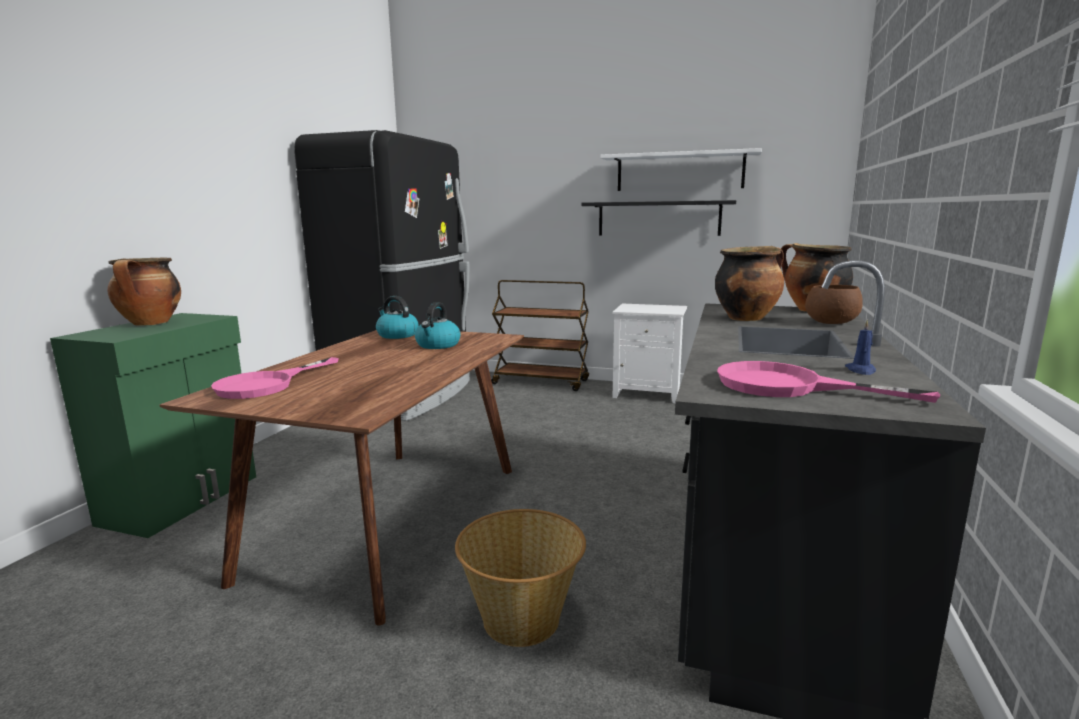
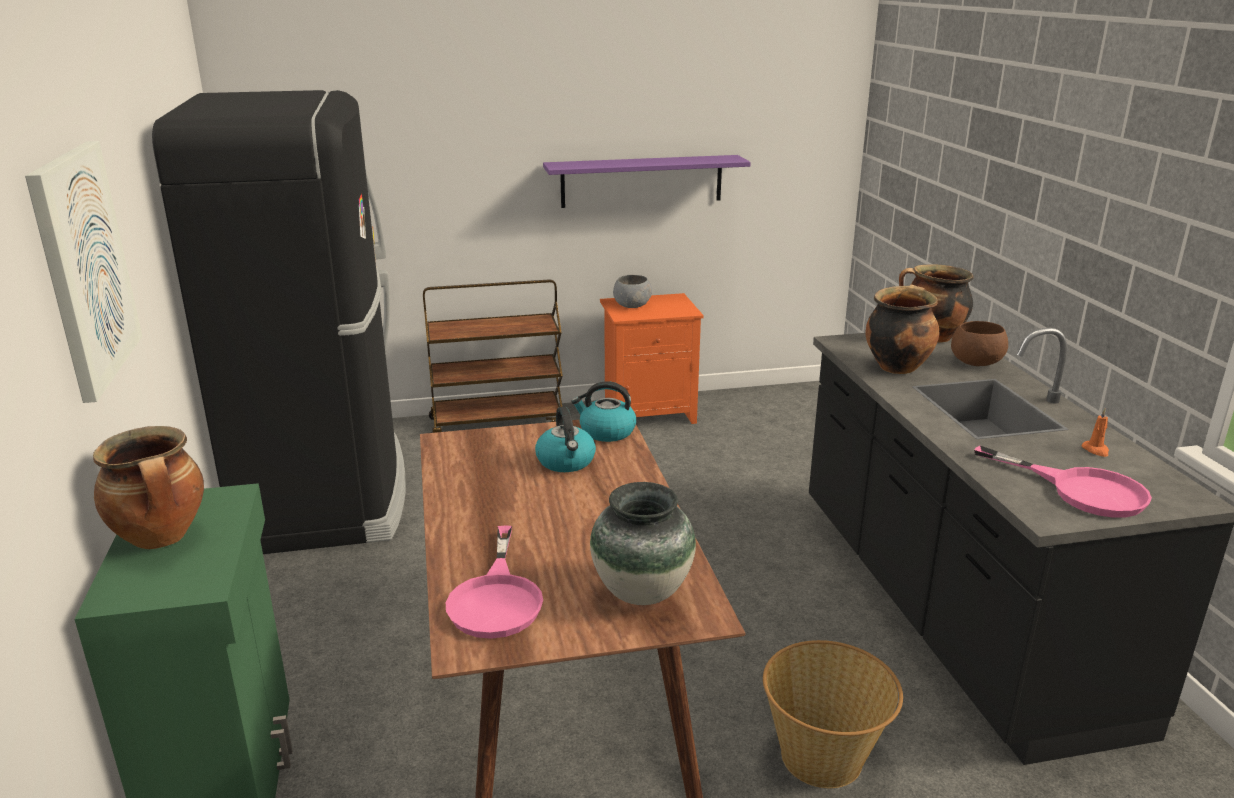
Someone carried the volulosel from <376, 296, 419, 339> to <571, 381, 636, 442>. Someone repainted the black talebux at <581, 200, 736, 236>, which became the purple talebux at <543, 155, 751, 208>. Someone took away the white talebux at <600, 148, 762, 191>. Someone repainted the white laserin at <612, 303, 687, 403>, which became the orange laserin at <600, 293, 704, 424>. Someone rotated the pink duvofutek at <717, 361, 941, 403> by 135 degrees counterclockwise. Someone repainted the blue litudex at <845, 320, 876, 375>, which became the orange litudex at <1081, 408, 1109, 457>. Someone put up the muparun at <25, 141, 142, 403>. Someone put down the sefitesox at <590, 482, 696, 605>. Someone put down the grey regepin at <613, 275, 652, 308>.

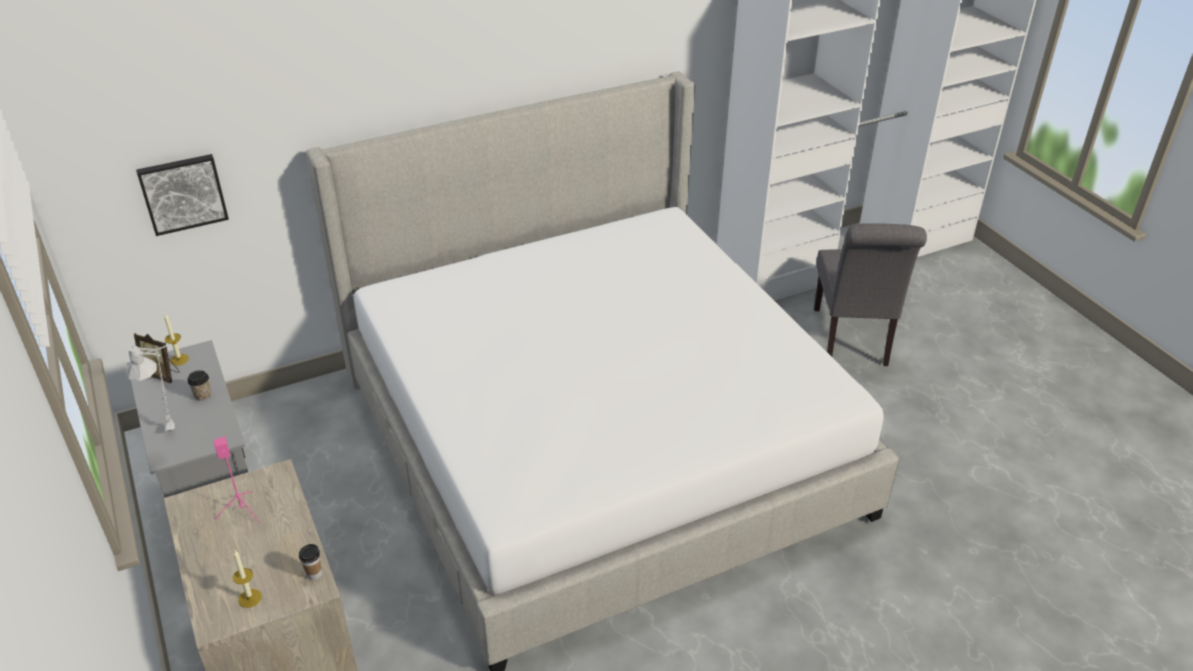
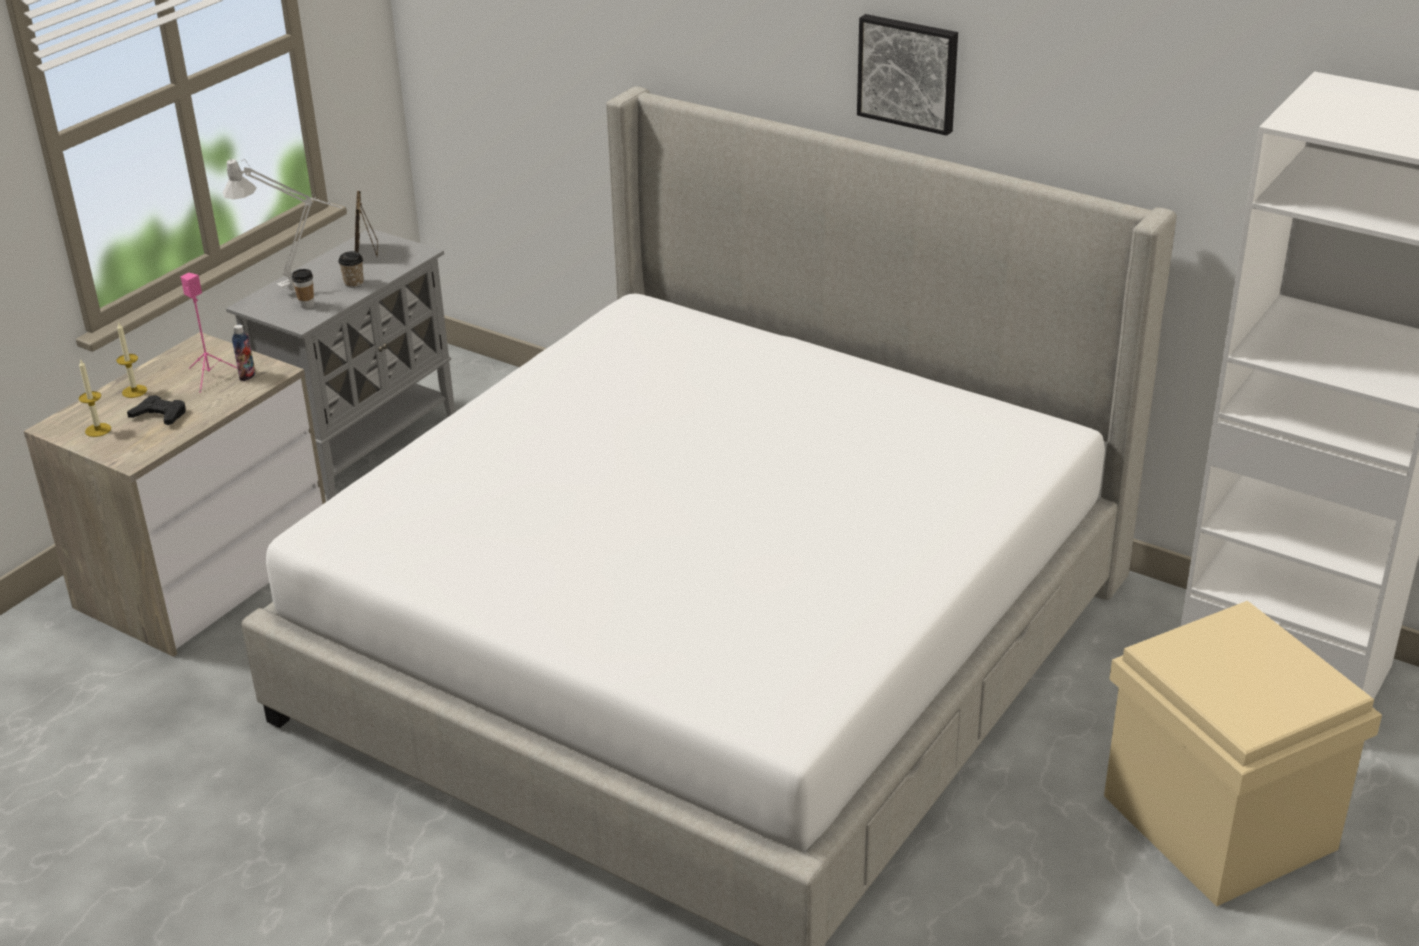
Someone carried the muparun from <136, 154, 229, 236> to <857, 14, 958, 136>. Someone carried the litudex from <164, 314, 189, 366> to <116, 323, 147, 398>. Someone carried the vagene from <299, 544, 322, 580> to <292, 269, 314, 309>. Someone swapped the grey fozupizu at <814, 223, 927, 366> for the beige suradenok at <1104, 601, 1382, 907>. Someone put down the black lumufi at <127, 395, 185, 425>. Someone put down the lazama at <232, 325, 255, 381>.

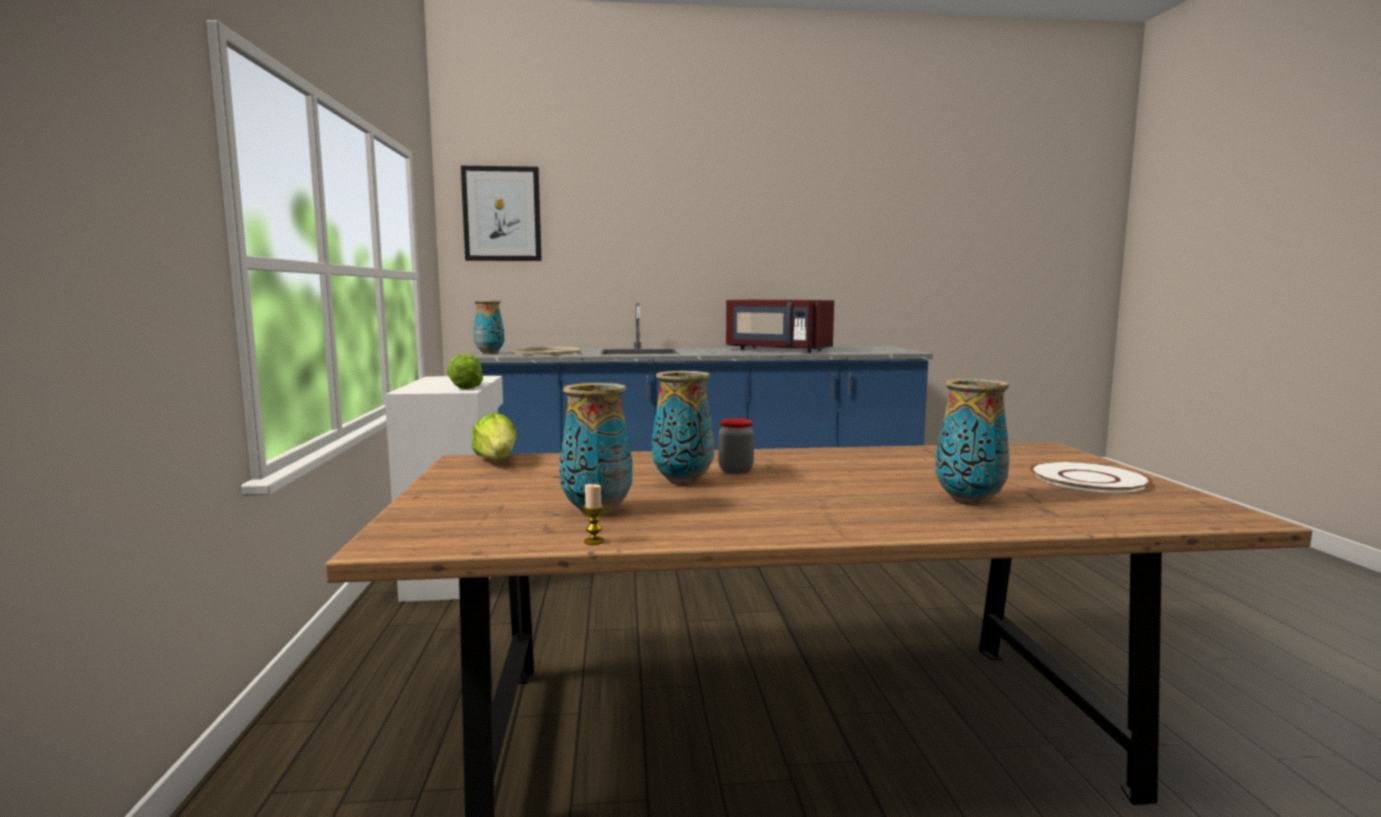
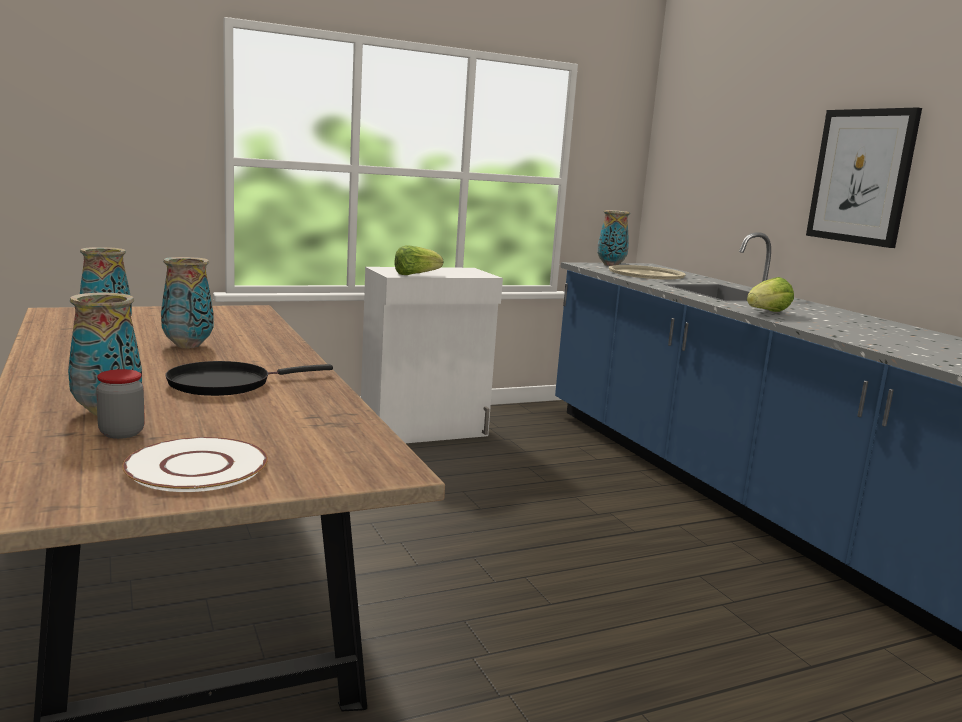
Someone carried the muparun from <461, 166, 542, 261> to <806, 108, 922, 248>. Someone carried the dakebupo from <472, 413, 517, 460> to <747, 277, 794, 312>. Someone took away the litudex at <583, 484, 604, 545>. Someone carried the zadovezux from <718, 418, 754, 474> to <96, 369, 145, 439>. Someone took away the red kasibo at <726, 300, 834, 353>. Someone put down the black duvofutek at <165, 361, 333, 396>.

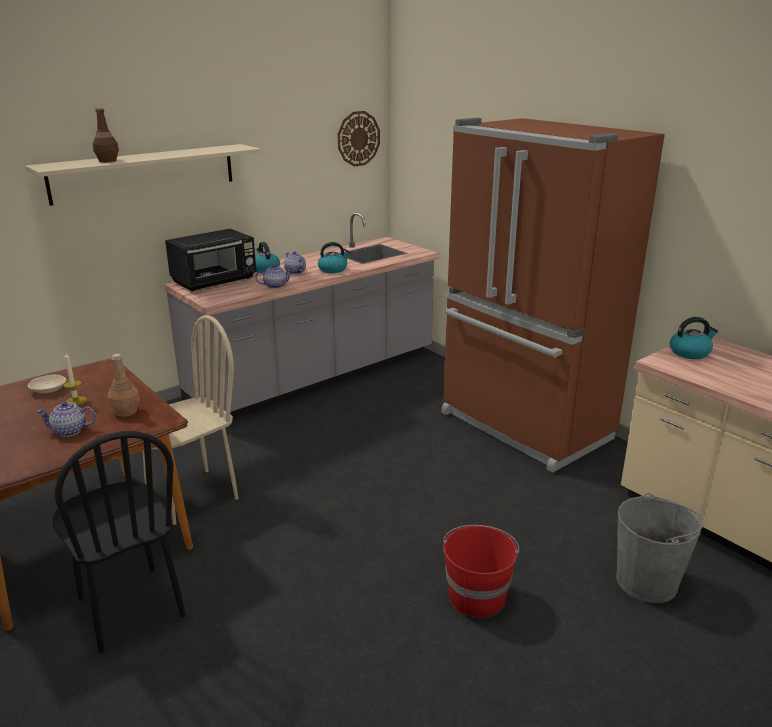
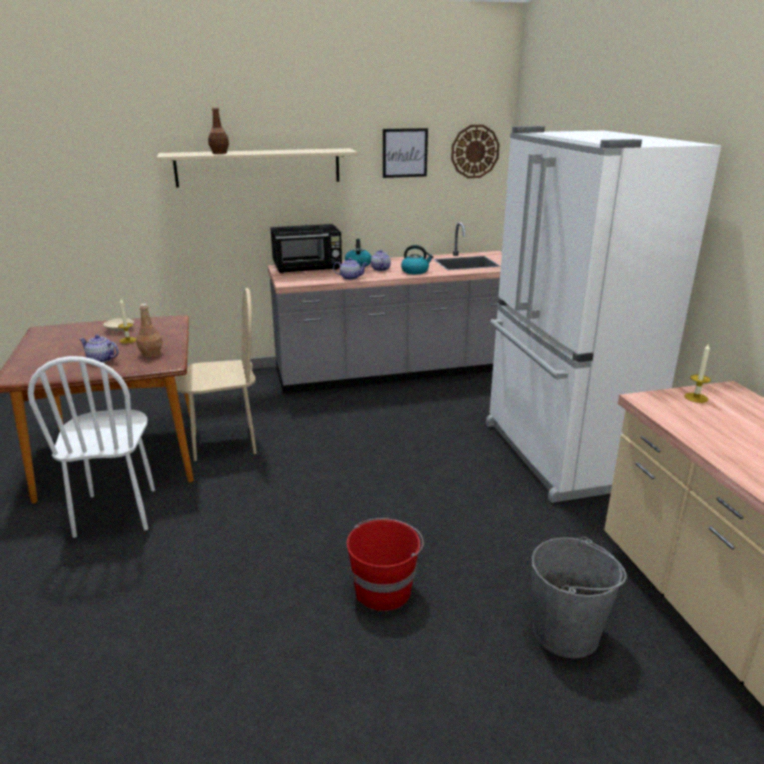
Someone repainted the black fozupizu at <52, 431, 186, 653>, which became the white fozupizu at <28, 356, 155, 538>. Someone repainted the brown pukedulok at <441, 118, 665, 473>, which became the white pukedulok at <486, 126, 721, 503>. Someone swapped the volulosel at <670, 317, 718, 359> for the litudex at <684, 343, 711, 403>. Someone put up the muparun at <383, 128, 428, 178>.

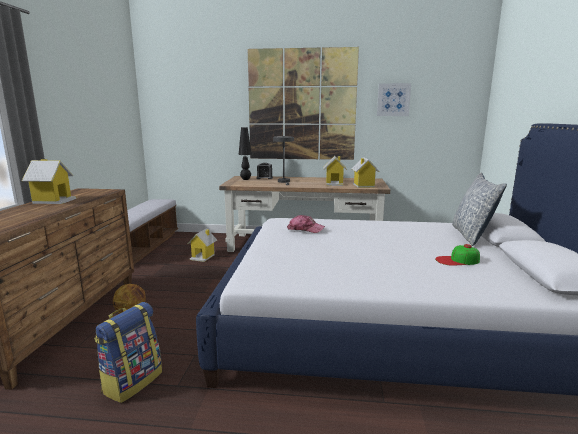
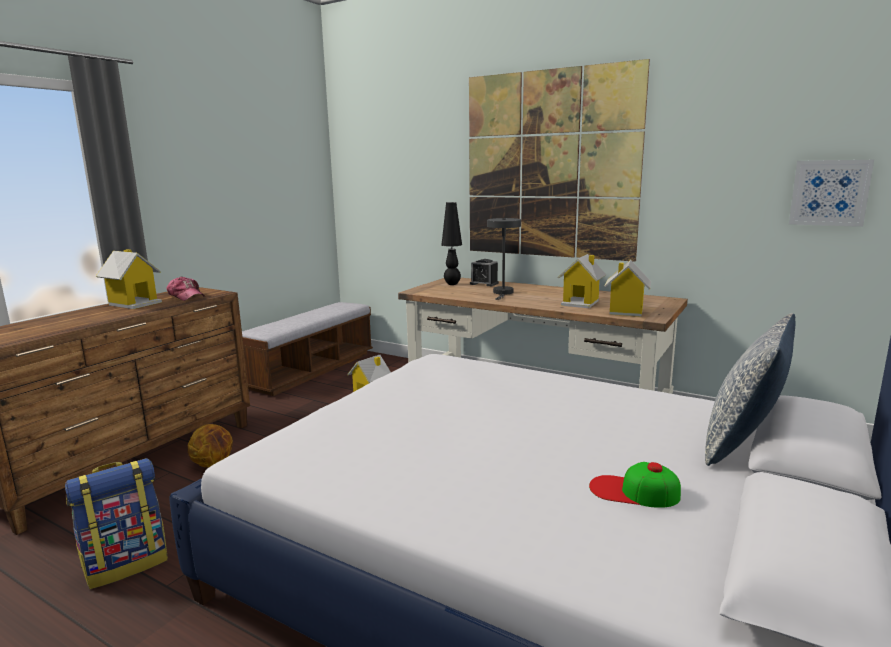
Someone carried the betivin from <287, 215, 325, 233> to <167, 276, 205, 301>. Someone carried the muparun from <377, 83, 411, 116> to <789, 160, 874, 227>.

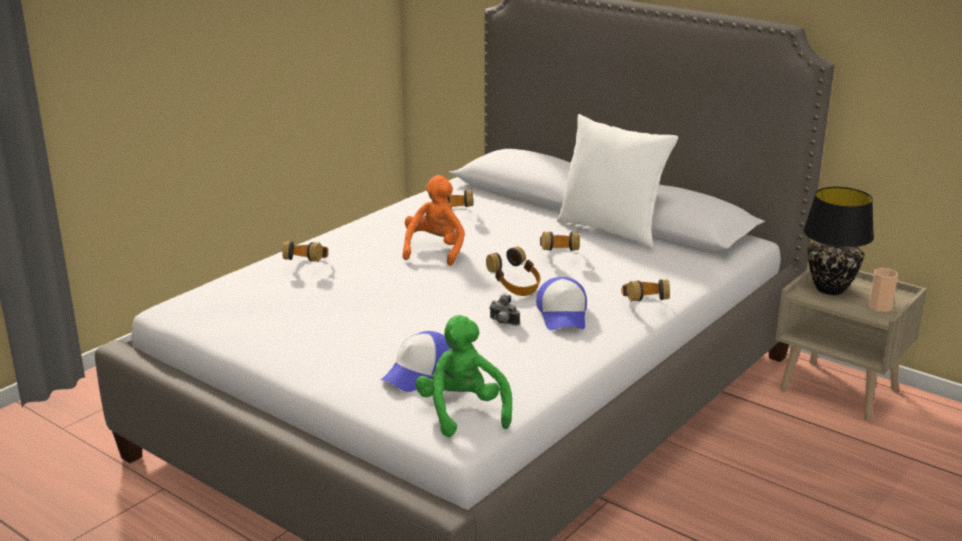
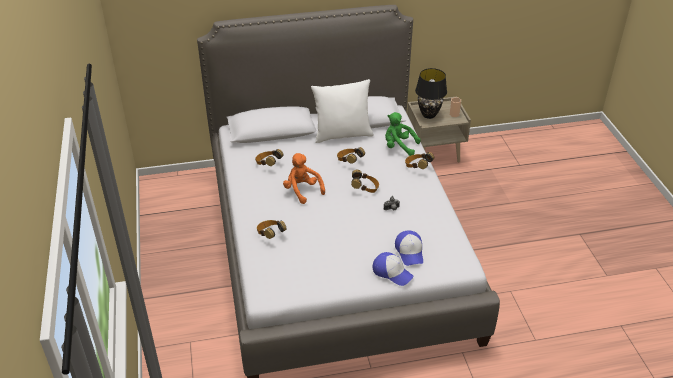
Someone carried the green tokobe from <415, 315, 512, 437> to <385, 112, 421, 156>. Someone carried the betivin from <536, 277, 587, 330> to <373, 252, 414, 286>.

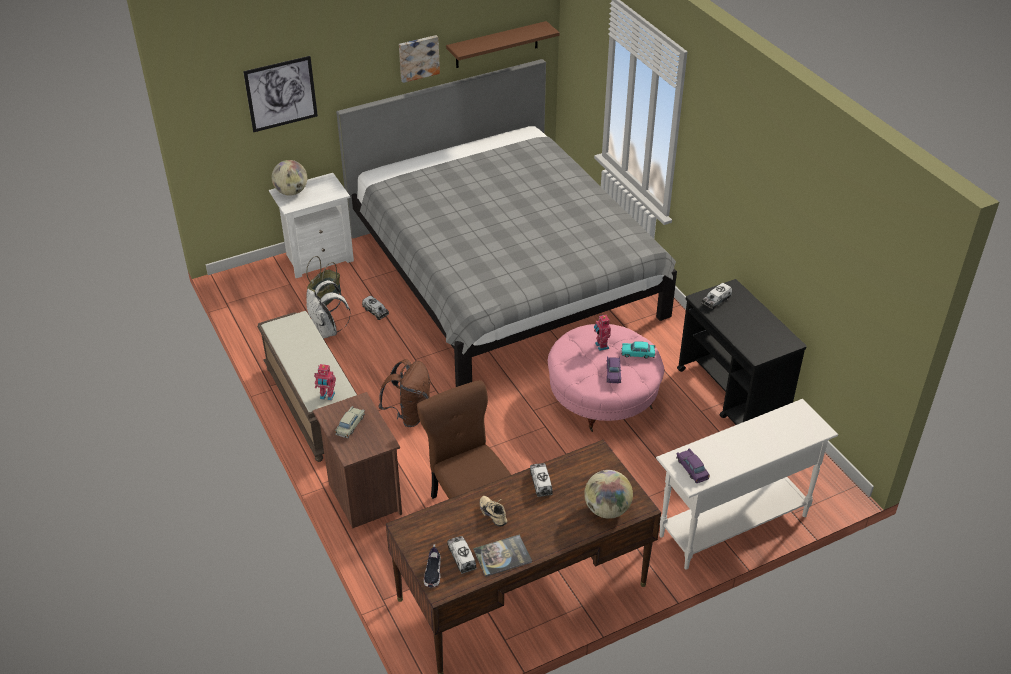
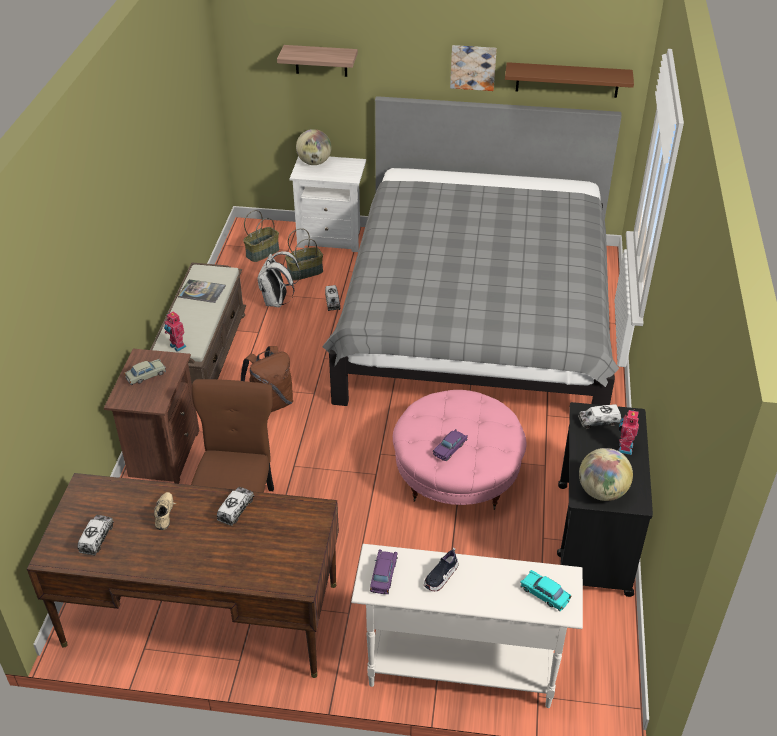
Someone swapped the muparun at <243, 56, 318, 132> for the talebux at <277, 45, 358, 77>. Someone carried the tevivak from <424, 545, 441, 588> to <424, 548, 459, 591>. Someone carried the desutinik from <473, 535, 532, 577> to <178, 279, 226, 303>. Someone carried the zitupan from <584, 470, 633, 519> to <579, 448, 633, 501>. Someone carried the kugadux from <594, 314, 611, 351> to <618, 410, 639, 455>. Someone carried the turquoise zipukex from <621, 341, 655, 358> to <520, 570, 571, 611>. Someone put down the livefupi at <243, 210, 279, 262>.

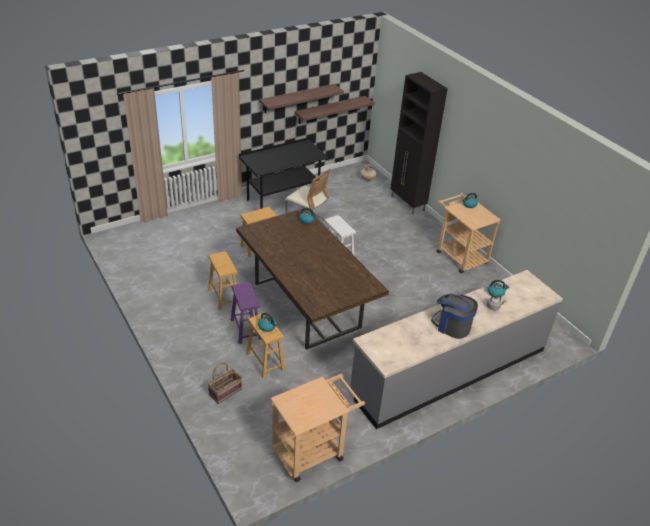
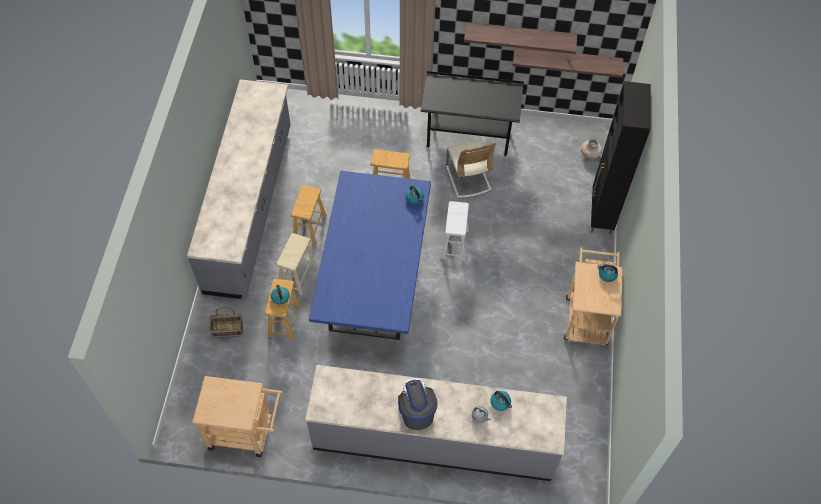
Someone repainted the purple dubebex at <231, 282, 262, 344>, which became the beige dubebex at <276, 233, 317, 296>. Someone repainted the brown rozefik at <236, 207, 389, 350>, which became the blue rozefik at <309, 171, 431, 340>. Someone put down the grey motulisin at <187, 79, 291, 299>.

